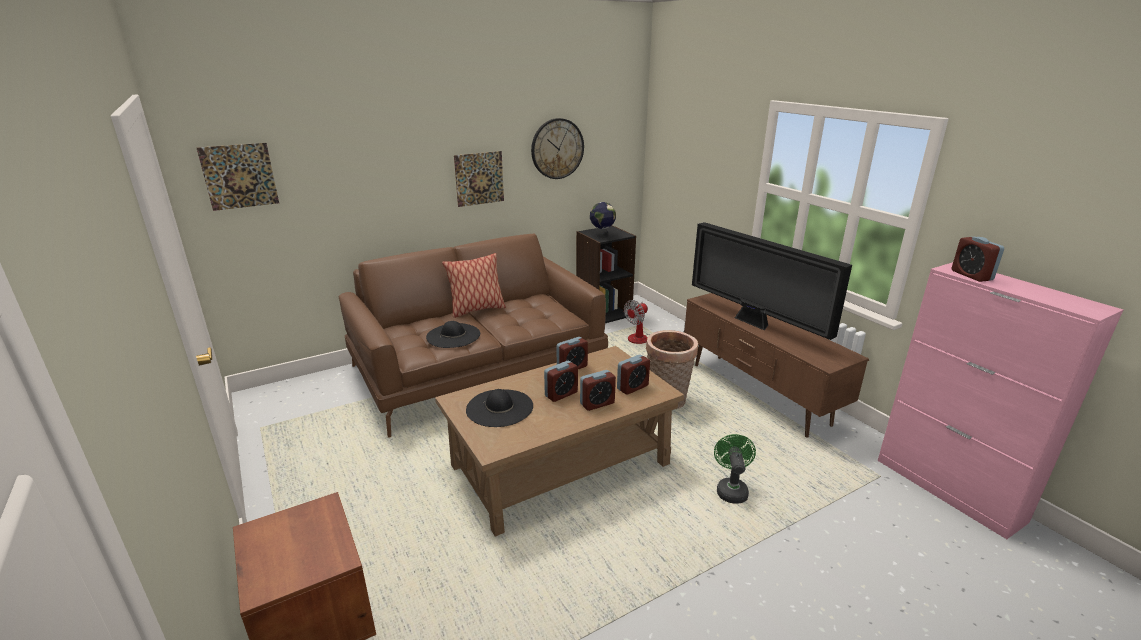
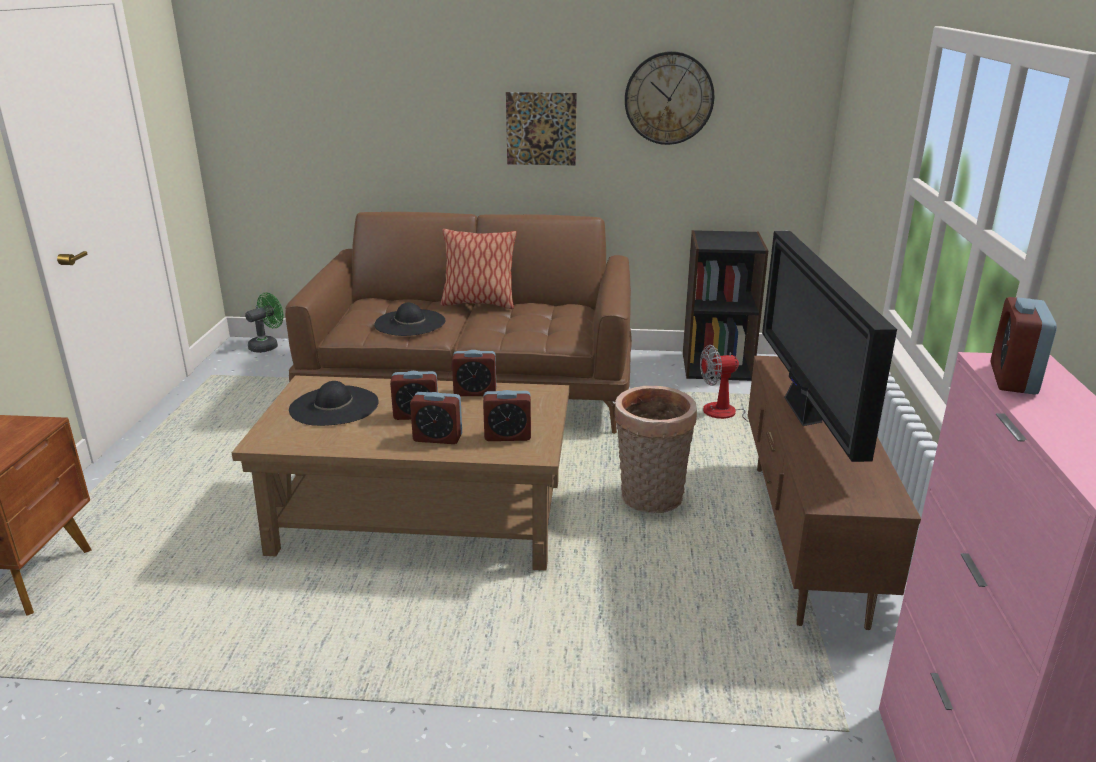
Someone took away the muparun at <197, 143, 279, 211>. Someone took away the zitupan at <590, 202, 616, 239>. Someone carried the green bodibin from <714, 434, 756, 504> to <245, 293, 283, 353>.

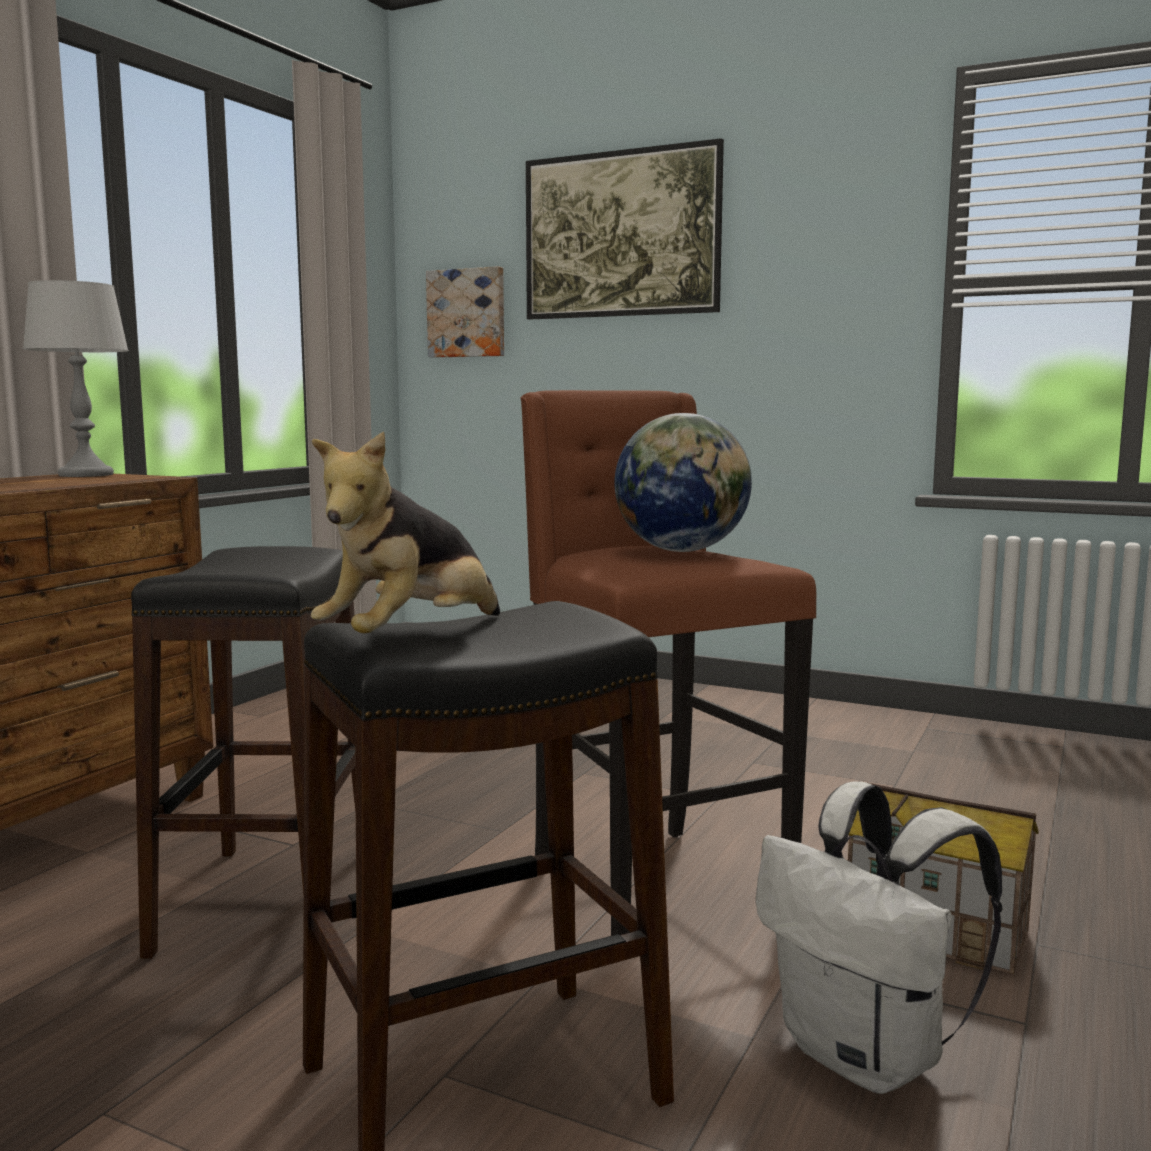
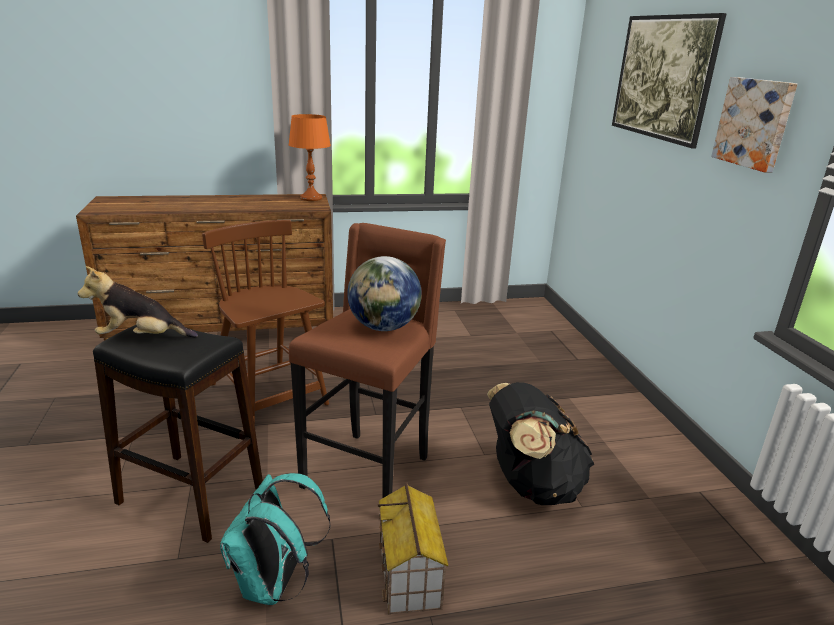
Someone repainted the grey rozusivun at <23, 280, 129, 477>, which became the orange rozusivun at <288, 114, 331, 201>. Someone swapped the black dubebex at <131, 546, 356, 959> for the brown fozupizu at <202, 220, 329, 425>. Someone carried the muparun from <426, 266, 504, 358> to <711, 77, 797, 172>. Someone repainted the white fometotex at <755, 781, 1003, 1094>, which became the turquoise fometotex at <220, 473, 330, 605>. Someone put down the black fometotex at <487, 382, 594, 505>.

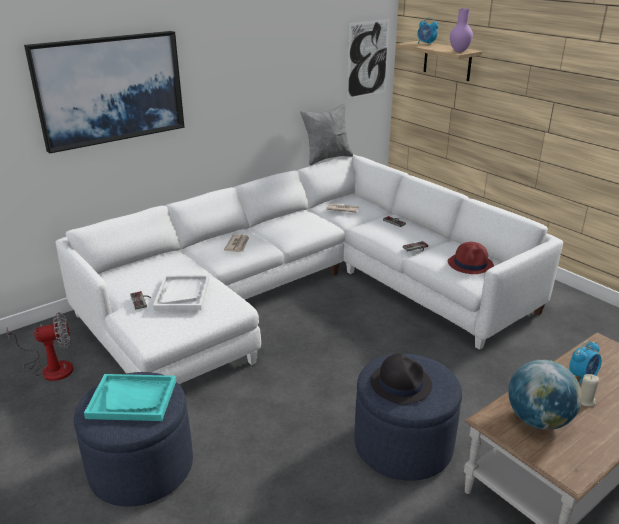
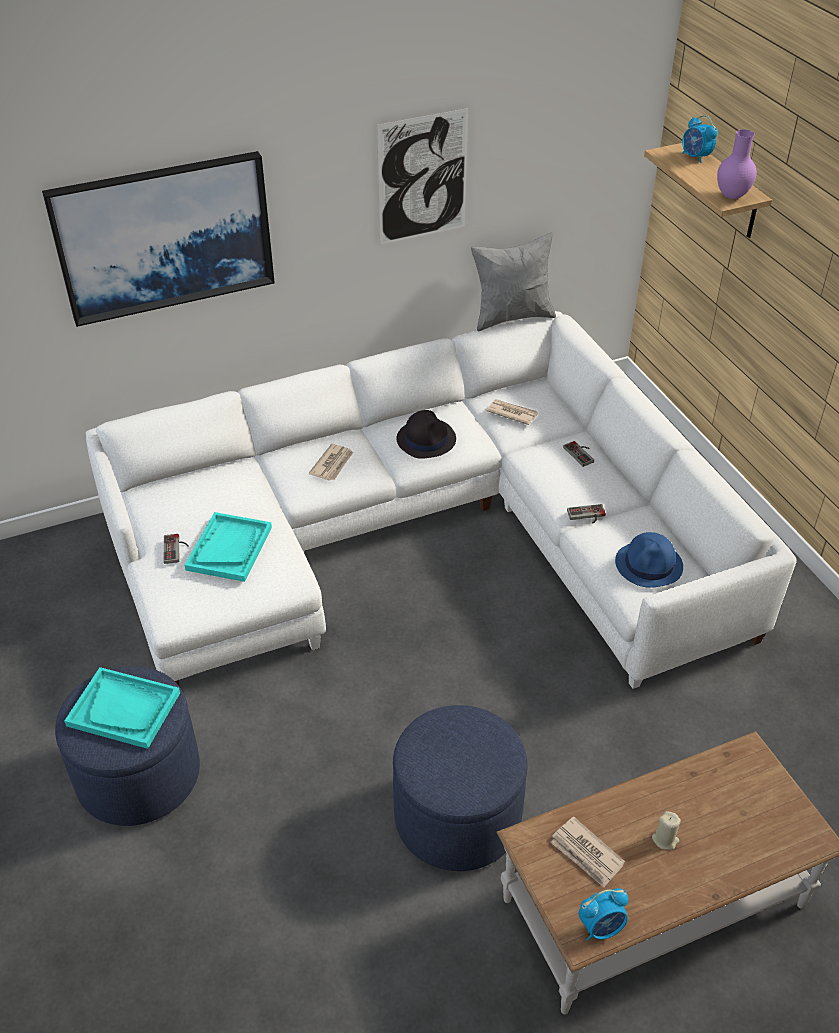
Someone took away the bodibin at <7, 312, 73, 381>. Someone repainted the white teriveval at <153, 275, 209, 311>, which became the turquoise teriveval at <185, 512, 272, 582>. Someone carried the muparun from <347, 19, 390, 99> to <377, 108, 468, 245>. Someone carried the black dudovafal from <370, 353, 432, 405> to <397, 410, 456, 459>. Someone repainted the red dudovafal at <448, 242, 494, 274>, which became the blue dudovafal at <615, 532, 683, 588>. Someone swapped the zitupan at <508, 360, 582, 430> for the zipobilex at <550, 816, 625, 887>. Someone carried the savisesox from <569, 341, 602, 385> to <579, 888, 628, 941>.

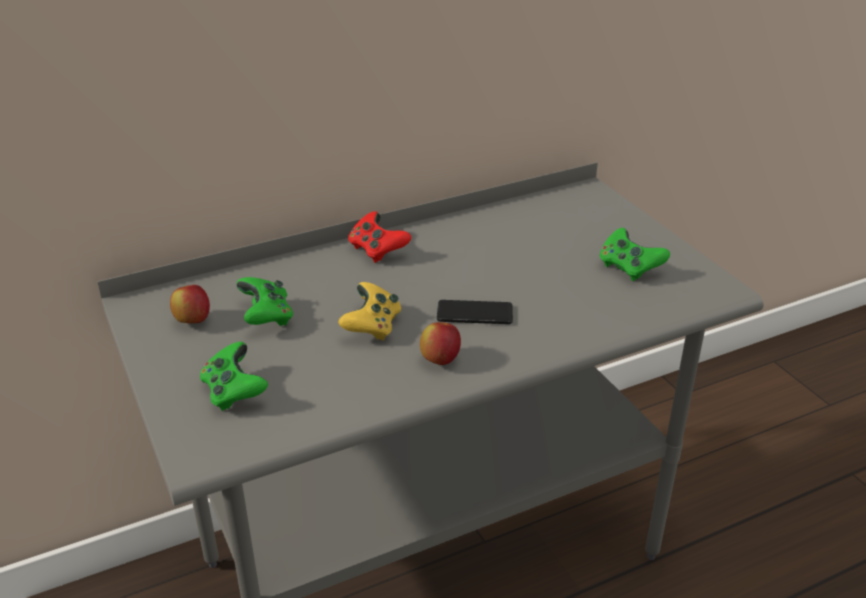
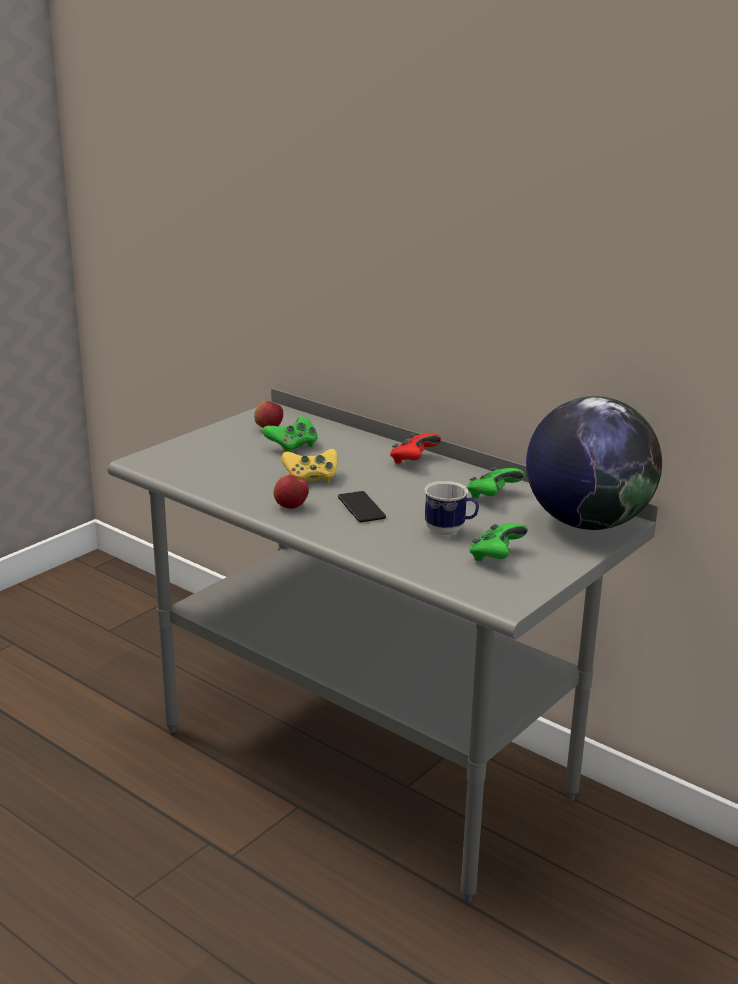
Someone carried the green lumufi from <200, 342, 268, 411> to <467, 467, 525, 498>. Someone put down the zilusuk at <425, 481, 479, 535>. Someone put down the zitupan at <526, 396, 662, 530>.

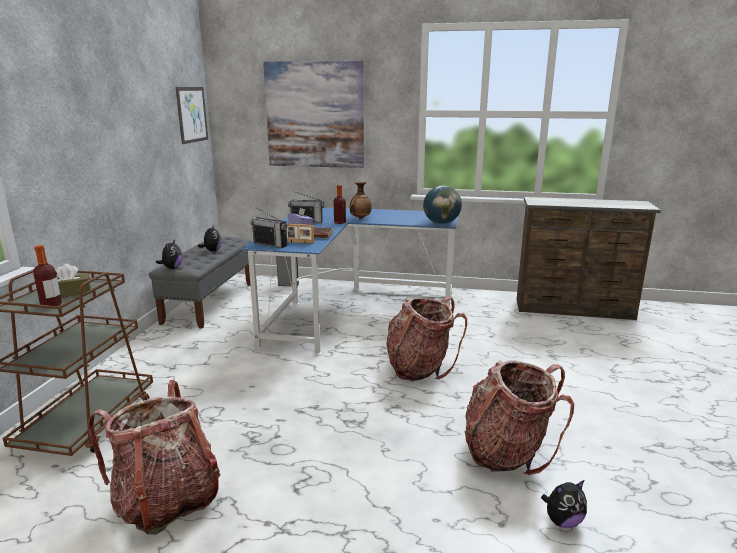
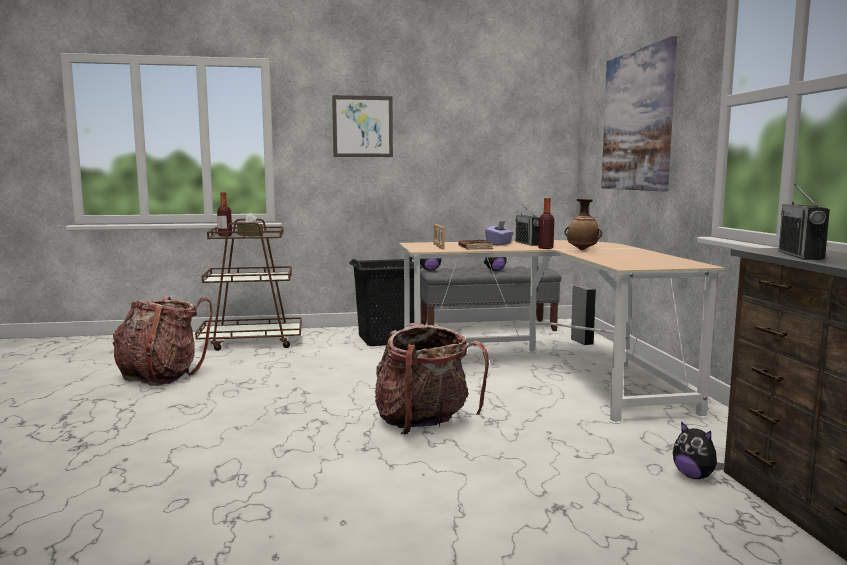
Someone carried the muparun from <175, 87, 208, 144> to <332, 95, 393, 157>. Someone repainted the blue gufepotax at <241, 208, 458, 355>, which became the beige gufepotax at <399, 240, 725, 424>. Someone carried the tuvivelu from <250, 208, 287, 248> to <779, 184, 830, 260>. Someone took away the zitupan at <423, 186, 462, 224>. Someone took away the fometotex at <465, 360, 574, 475>. Someone carried the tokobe from <541, 480, 587, 528> to <673, 421, 725, 479>. Someone put down the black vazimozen at <349, 257, 423, 346>.

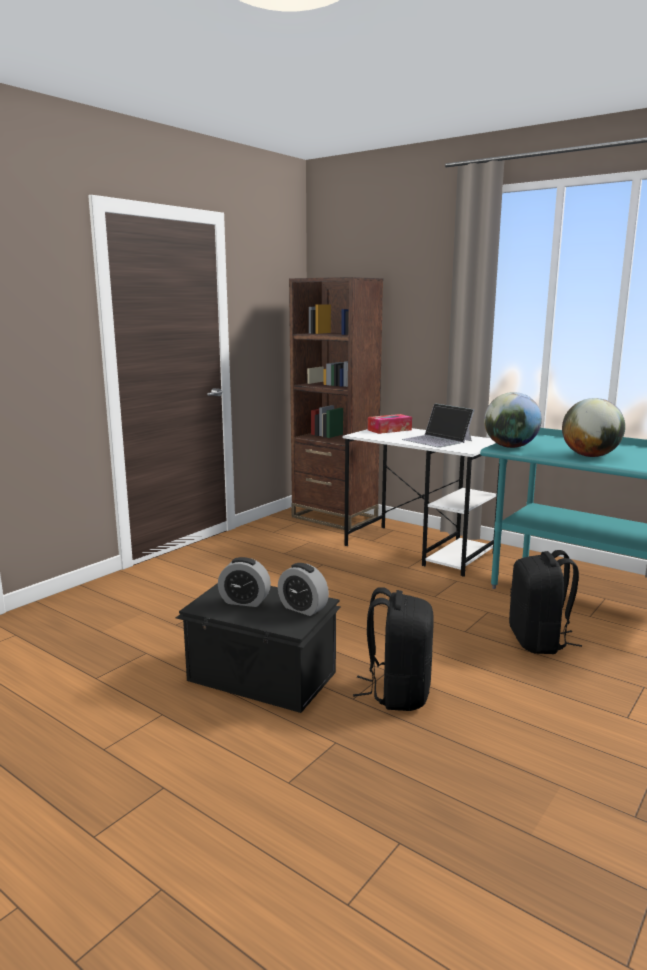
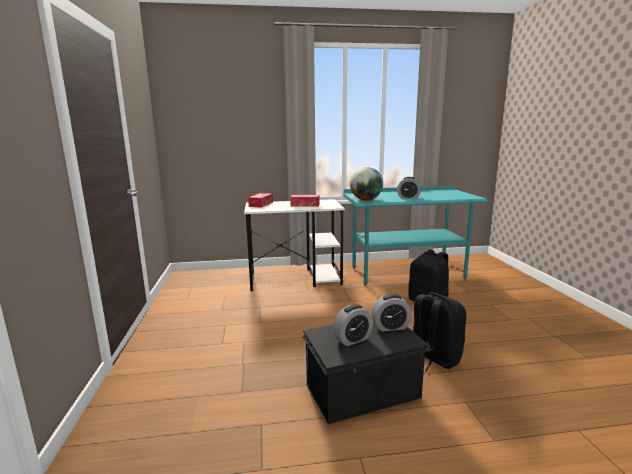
Someone took away the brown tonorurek at <289, 277, 383, 530>. Someone swapped the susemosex at <402, 403, 474, 448> for the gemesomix at <290, 195, 319, 207>. Someone swapped the zitupan at <562, 398, 625, 457> for the savisesox at <397, 177, 421, 199>.

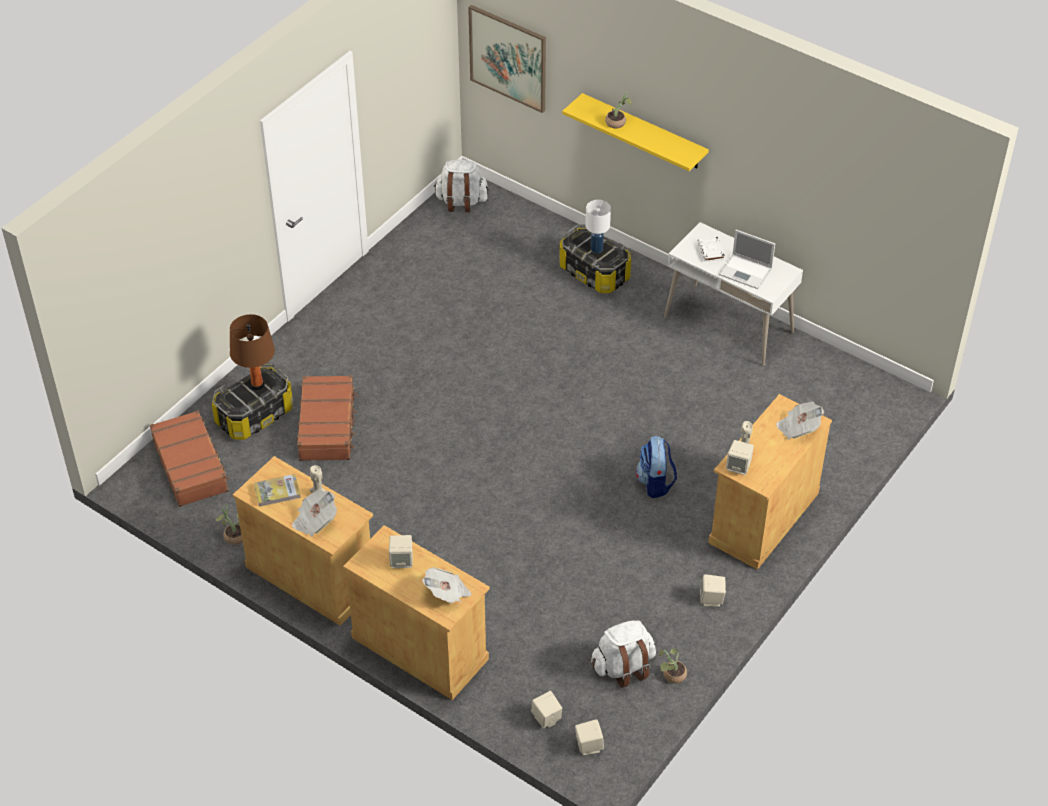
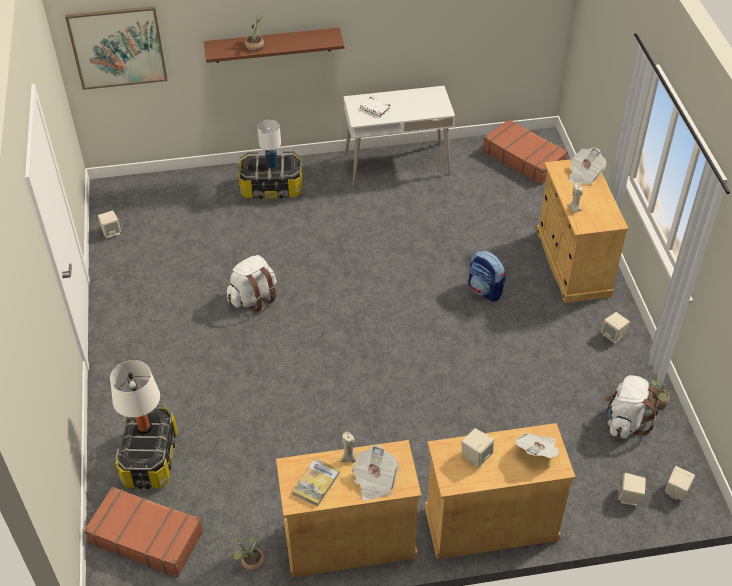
Someone repainted the brown rozusivun at <230, 314, 275, 390>, which became the white rozusivun at <110, 360, 160, 434>. Someone carried the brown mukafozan from <297, 375, 358, 461> to <483, 119, 568, 185>. Someone carried the white fometotex from <434, 160, 488, 212> to <227, 255, 277, 312>. Someone repainted the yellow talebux at <562, 93, 709, 171>, which became the brown talebux at <204, 28, 344, 63>. Someone took away the susemosex at <719, 230, 775, 289>. Someone carried the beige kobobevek from <726, 440, 754, 475> to <98, 210, 121, 238>.

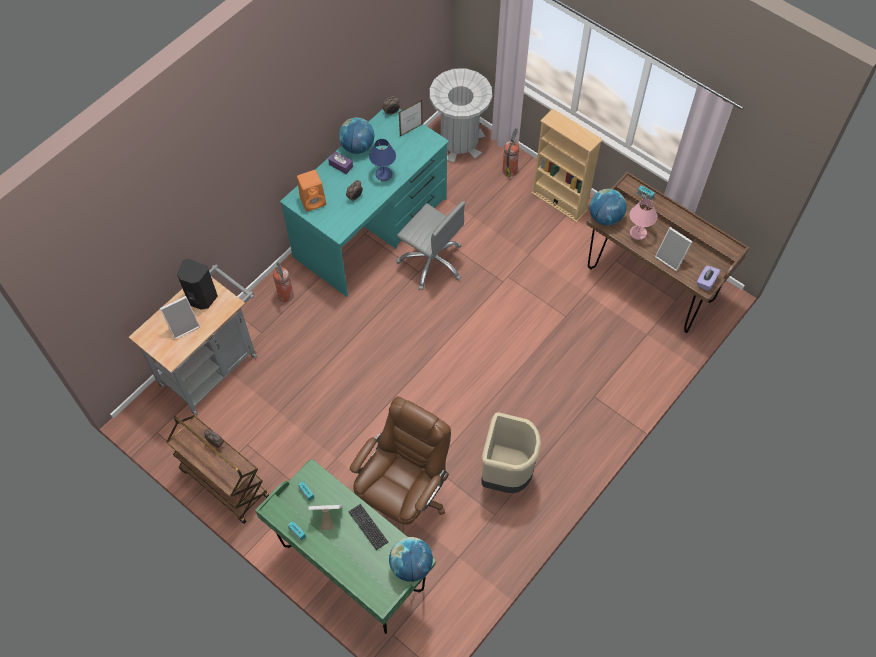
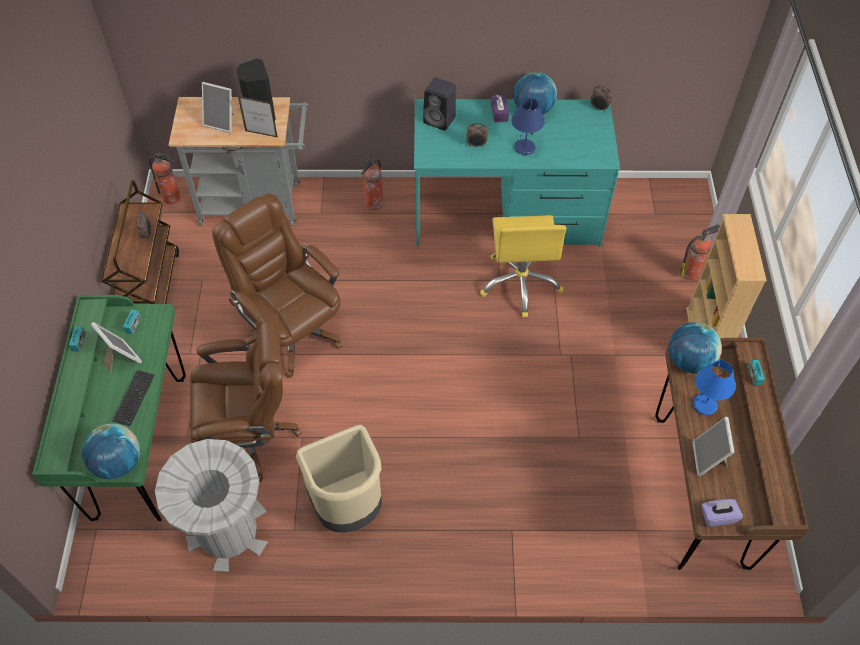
Someone repainted the orange kobobevek at <297, 170, 326, 212>, which became the black kobobevek at <423, 77, 456, 131>. Someone repainted the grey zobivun at <397, 201, 465, 290>, which became the yellow zobivun at <480, 215, 566, 317>. Someone carried the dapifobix from <399, 100, 423, 137> to <238, 96, 278, 138>. Someone carried the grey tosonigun from <430, 68, 492, 163> to <155, 439, 268, 572>. Someone repainted the pink rozusivun at <630, 199, 657, 240>, which became the blue rozusivun at <693, 360, 736, 415>. Someone put down the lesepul at <149, 152, 181, 204>. Someone put down the brown zobivun at <212, 193, 343, 378>.

